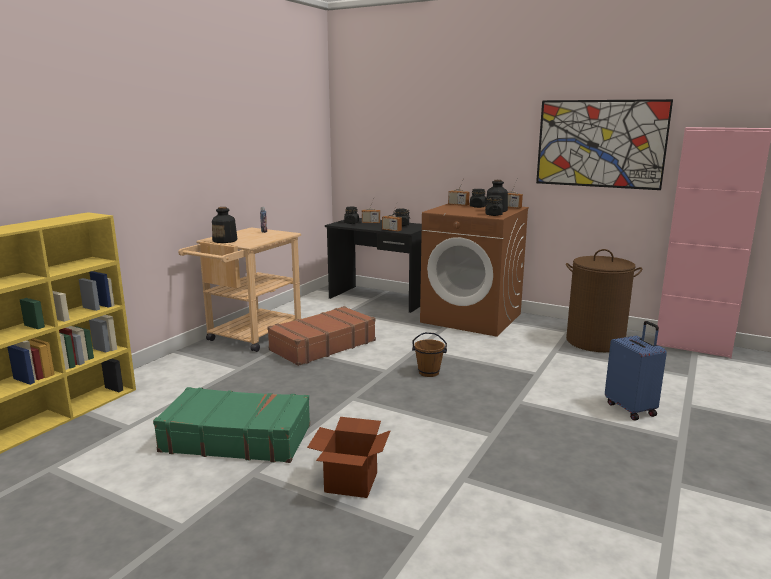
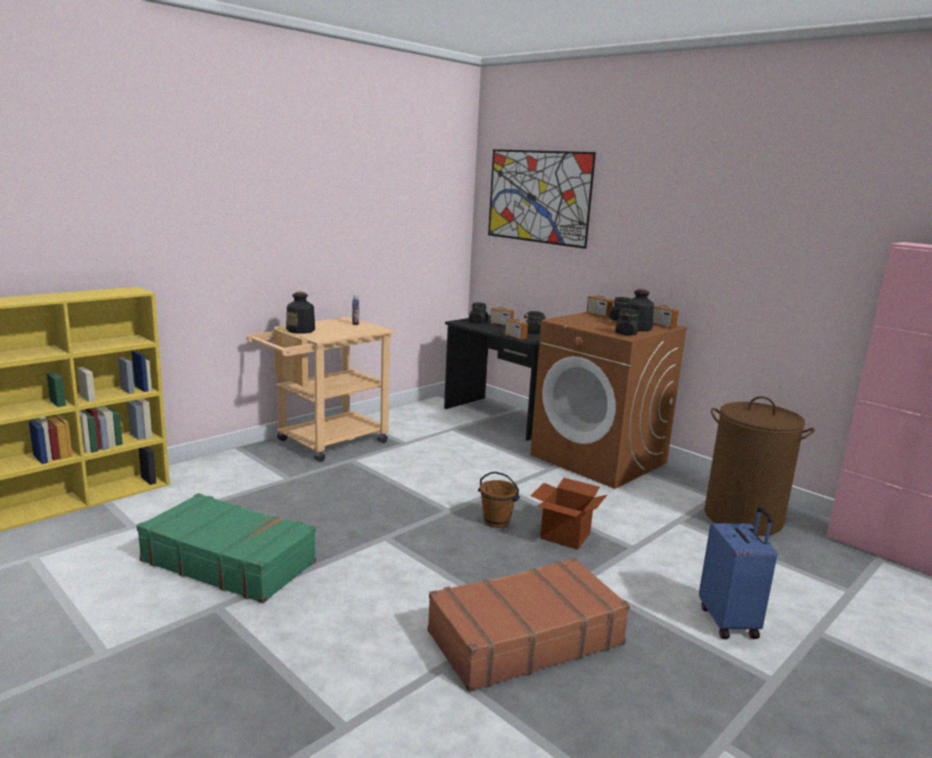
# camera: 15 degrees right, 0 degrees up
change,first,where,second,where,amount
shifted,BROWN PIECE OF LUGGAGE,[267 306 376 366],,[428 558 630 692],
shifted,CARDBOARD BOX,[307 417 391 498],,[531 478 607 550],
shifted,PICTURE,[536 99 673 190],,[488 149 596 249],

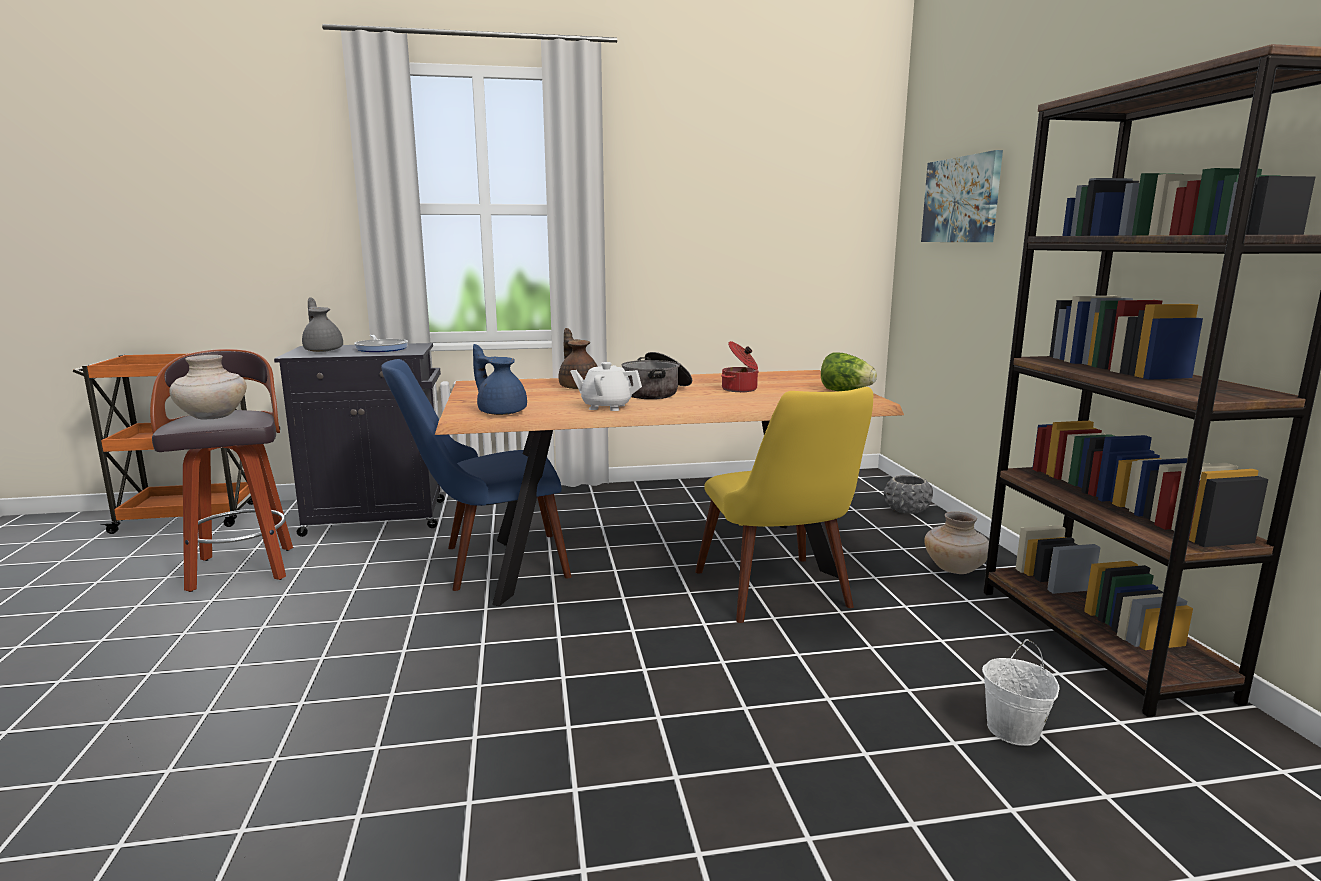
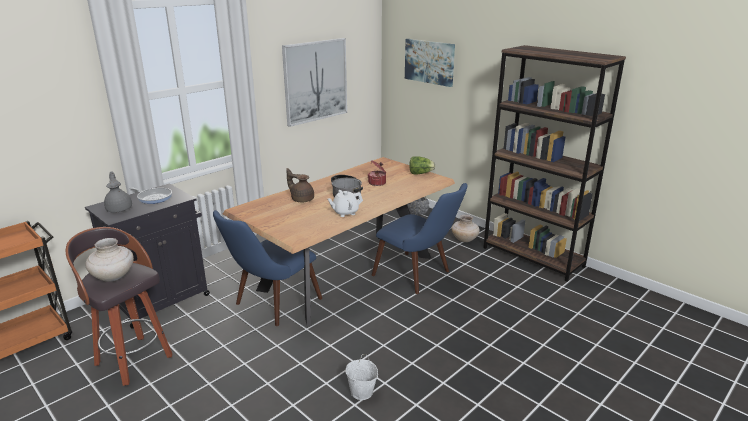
# camera: 35 degrees left, 10 degrees up
change,first,where,second,where,amount
gone,BLUISH POT FOR TEA,[473 344 527 415],,,
new,,,PICTURE,[282 38 347 127],
shifted,WHITE BUCKET,[982 639 1060 746],,[345 354 378 400],
repainted,YELLOW CHAIR,[695 387 873 623],BLUISH CHAIR,[372 183 468 294],
rotated,GREYISH POT FOR TEA,[302 297 343 352],,[104 172 132 213],45 degrees clockwise

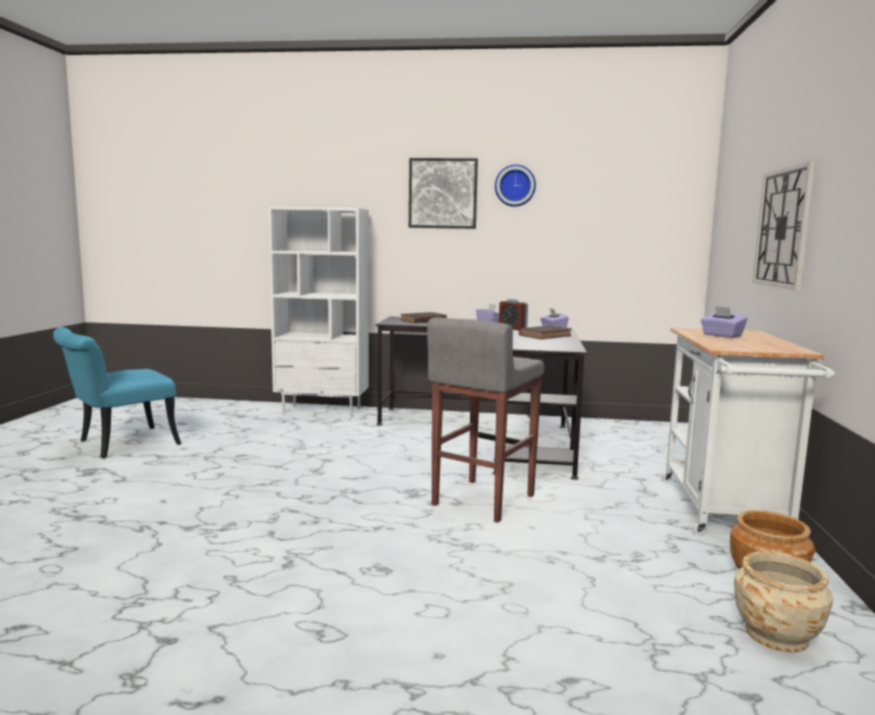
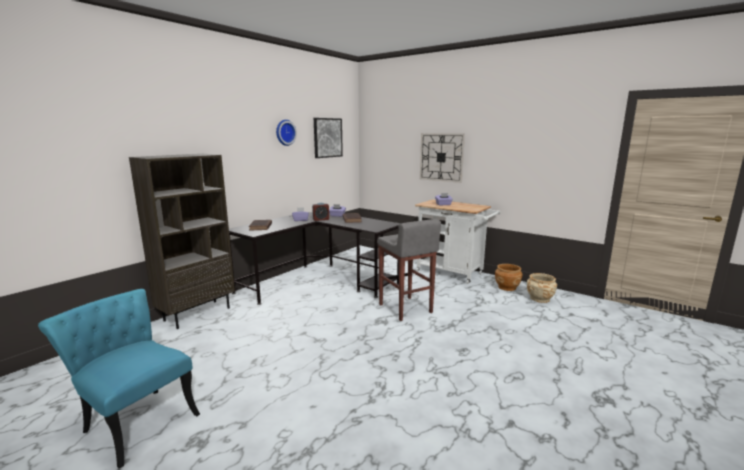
# camera: 60 degrees left, 5 degrees up
change,first,where,second,where,amount
shifted,PICTURE,[409 158 478 229],,[314 118 343 158],
repainted,WHITE SHELVING UNIT,[268 207 369 417],BROWN SHELVING UNIT,[129 154 235 329],
rotated,TURQUOISE-COLOURED CHAIR,[53 327 181 458],,[38 289 200 469],135 degrees clockwise

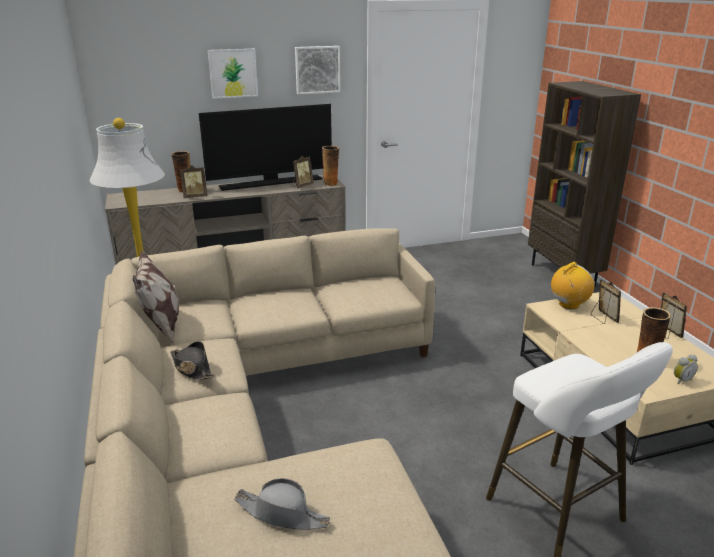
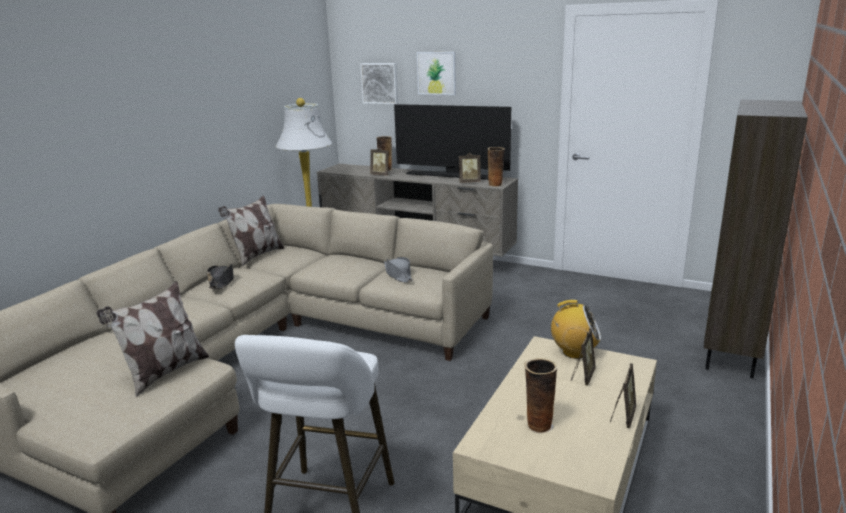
# camera: 45 degrees right, 5 degrees down
change,first,where,second,where,amount
gone,TABLE CLOCK,[674 355 698 385],,,
new,,,CUSHION,[97 281 209 397],
shifted,GREYISH WEARABLE HAT,[234 478 330 530],,[384 257 413 282],
shifted,PICTURE,[295 46 340 94],,[360 63 398 104],

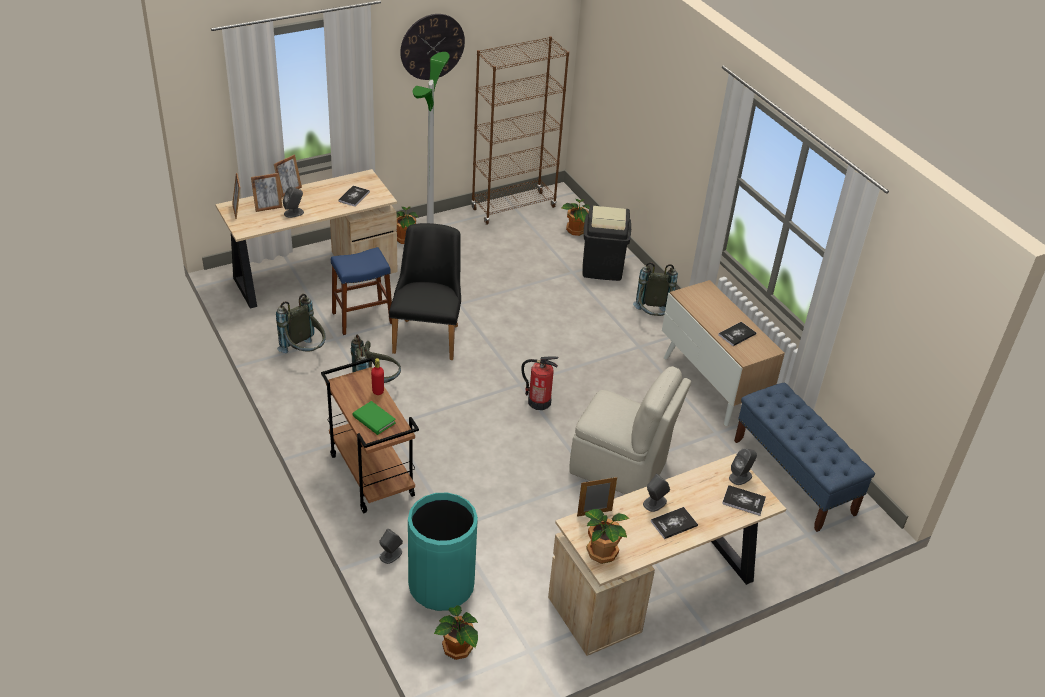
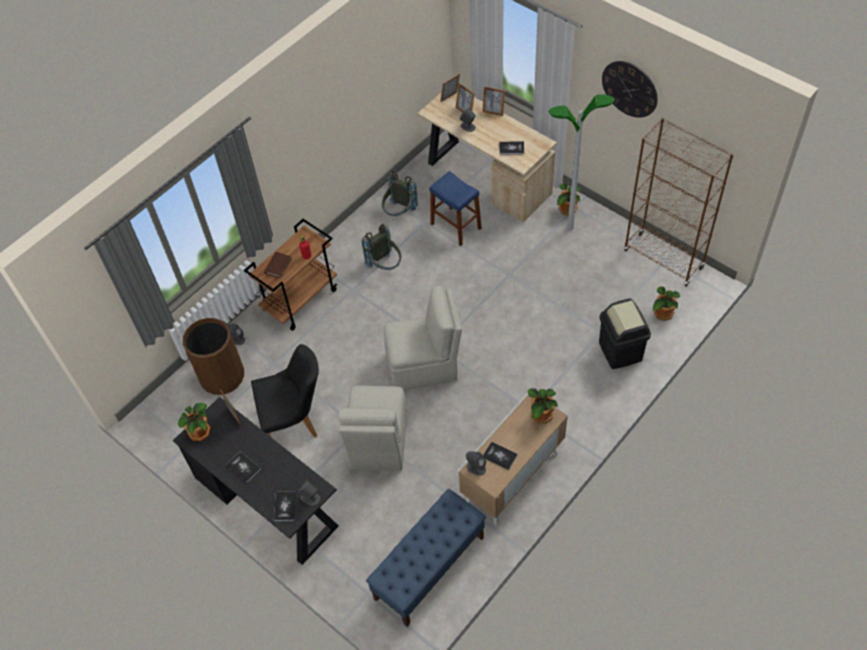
# camera: 75 degrees right, 15 degrees up
change,first,where,second,where,amount
gone,GREYISH RUCKSACK,[633 262 678 316],,,
shifted,BLACK-COLOURED CHAIR,[389 223 461 360],,[251 344 319 438],
shifted,HOUSEPLANT,[434 605 478 660],,[528 388 558 424],
shifted,GREYISH LOUDSPEAKER,[643 474 670 512],,[466 451 486 476],
swapped,FIRE-FIGHTING CYLINDER,[521 357 558 410],SAND-COLOURED CHAIR,[384 286 462 391],
repainted,GREEN BOUND BOOK,[353 401 396 435],BROWN BOUND BOOK,[264 252 292 278],
repainted,TURQUOISE-COLOURED WASTE BIN,[408 493 478 611],BROWN WASTE BIN,[183 318 244 395],
repainted,SAND-COLOURED DESK,[548 453 786 656],BLACK-COLOURED DESK,[173 397 339 565],

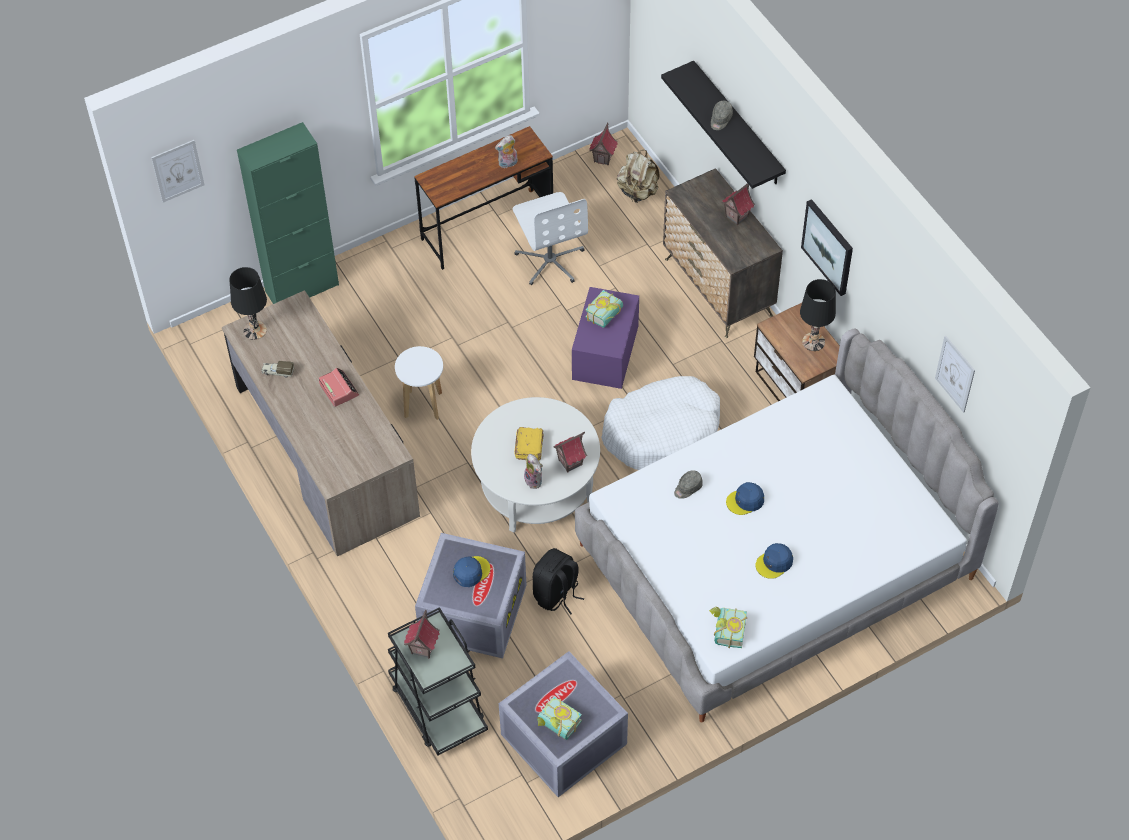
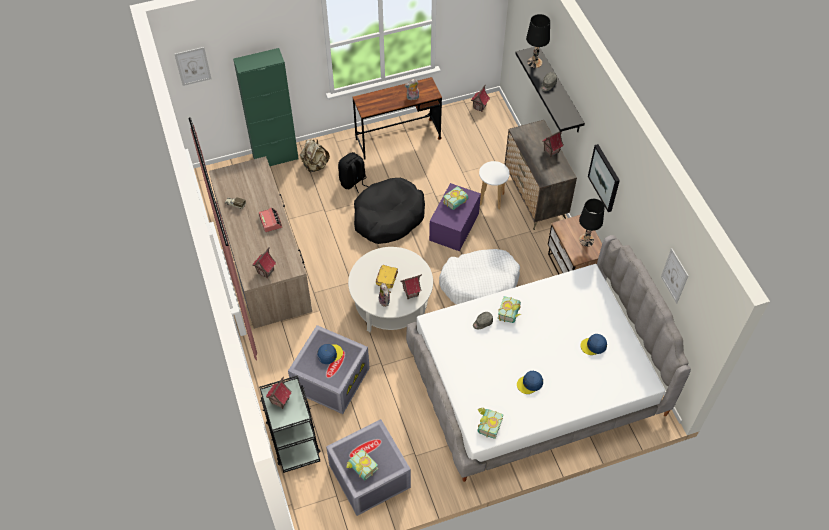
# camera: 10 degrees right, 0 degrees up
change,first,where,second,where,amount
gone,WHITE DESK CHAIR,[512 192 588 285],,,
new,,,TOY HOUSE,[252 247 276 278],
new,,,BLACK-COLOURED PET BED,[354 178 425 244],
new,,,BOUND BOOK,[497 296 521 323],
shifted,BLACK-COLOURED TABLETOP LAMP,[229 267 267 340],,[526 14 550 68],
shifted,WHITE SITTING STOOL,[395 346 443 420],,[479 161 510 209],
shifted,BLACK-COLOURED RUCKSACK,[533 548 584 615],,[338 152 368 193],
shifted,SAND-COLOURED RUCKSACK,[617 150 660 203],,[300 139 330 172],
shifted,BLUISH CAP,[726 482 764 515],,[580 334 607 355],

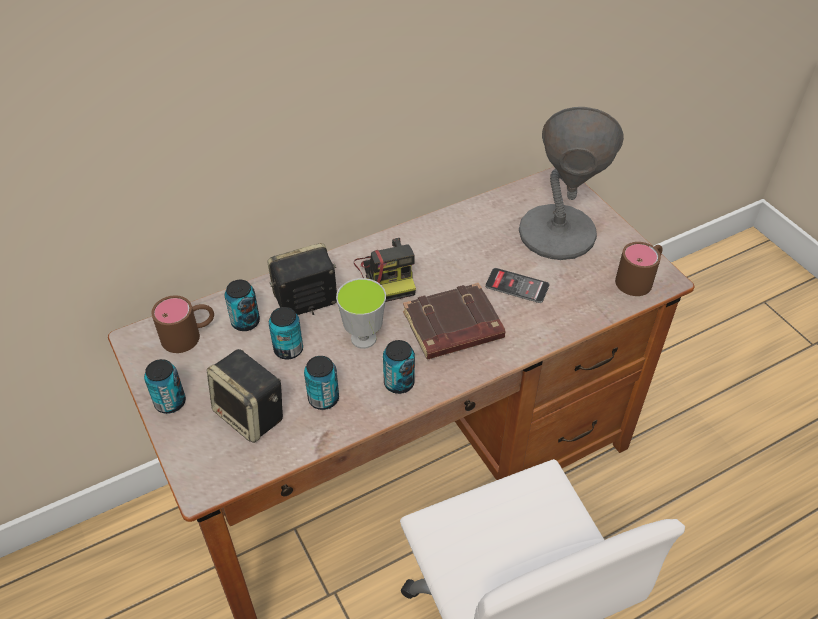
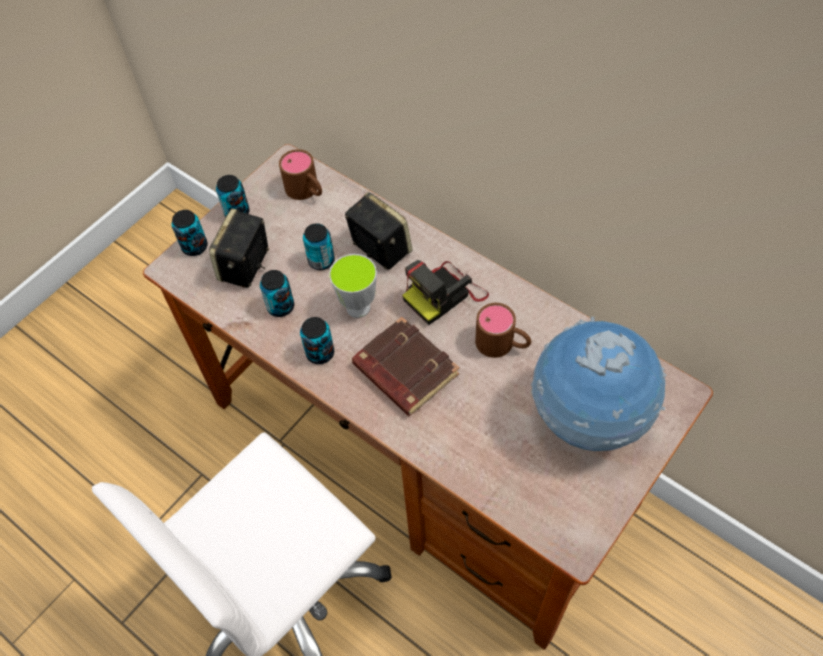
# camera: 70 degrees right, 10 degrees up
change,first,where,second,where,amount
gone,PHONE,[485 268 549 303],,,
shifted,CAN,[225 280 260 331],,[172 210 208 256],
shifted,BROWN TEA MUG,[615 242 663 296],,[475 303 531 358],
swapped,GREYISH TABLETOP LAMP,[519 107 624 260],GLOBE,[531 317 667 451],

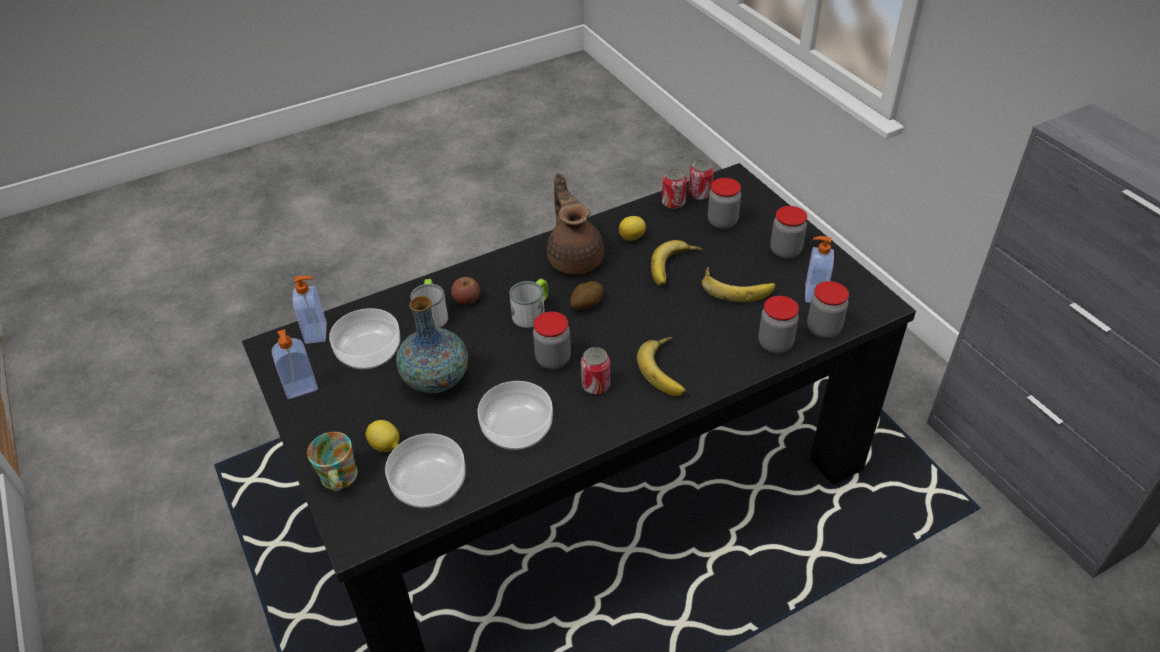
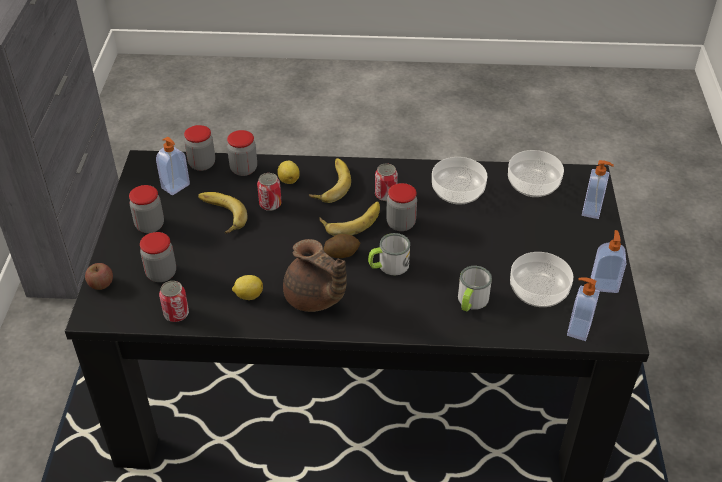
# camera: 150 degrees left, 0 degrees up
change,first,where,second,where,amount
gone,DECORATIVE VASE,[396 296 468 394],,,
shifted,CITRUS FRUIT,[366 420 400 452],,[277 161 300 184],
shifted,APPLE FRUIT,[451 277 480 305],,[85 263 113 290],
shifted,WHOLE BANANA,[651 240 702 286],,[319 201 380 236],
shifted,CAN,[689 160 714 200],,[257 173 282 211],
swapped,TEA MUG,[307 432 358 491],SOAP BOTTLE,[582 160 614 219],
rotated,BROWN POT FOR TEA,[547 173 604 274],,[283 239 347 312],60 degrees counterclockwise

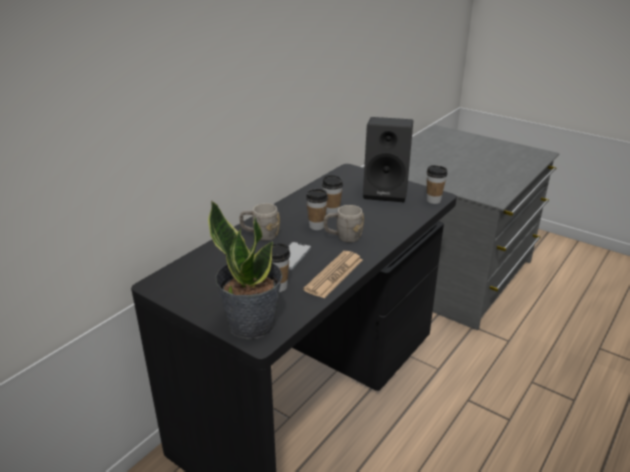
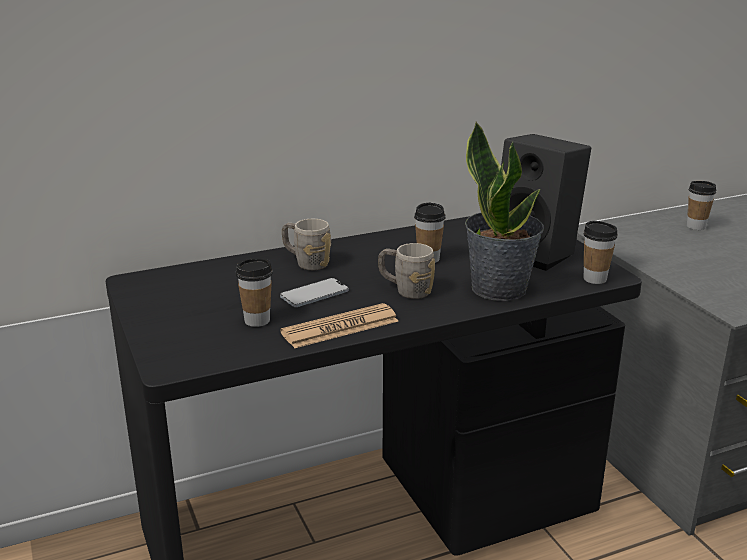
# camera: 30 degrees right, 5 degrees down
change,first,where,second,where,amount
shifted,HOUSEPLANT,[208 201 283 339],,[465 121 544 301],
shifted,SMALL CUP,[306 189 328 230],,[687 181 716 230],

